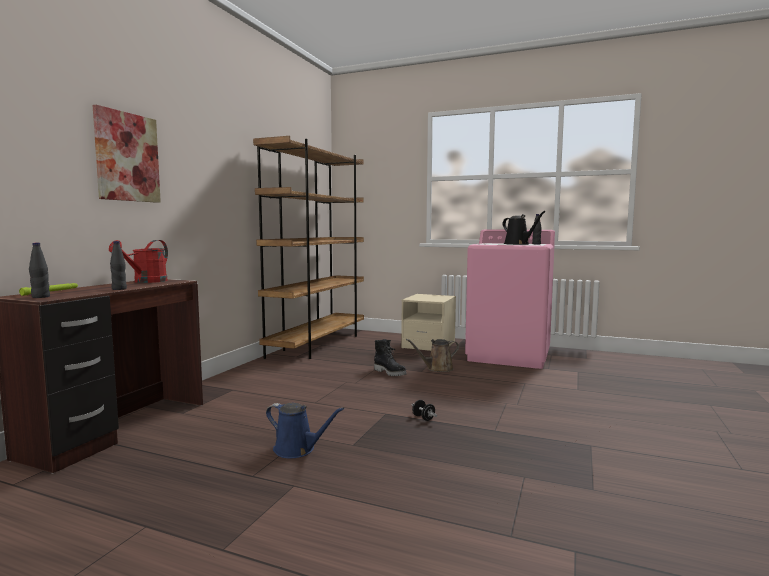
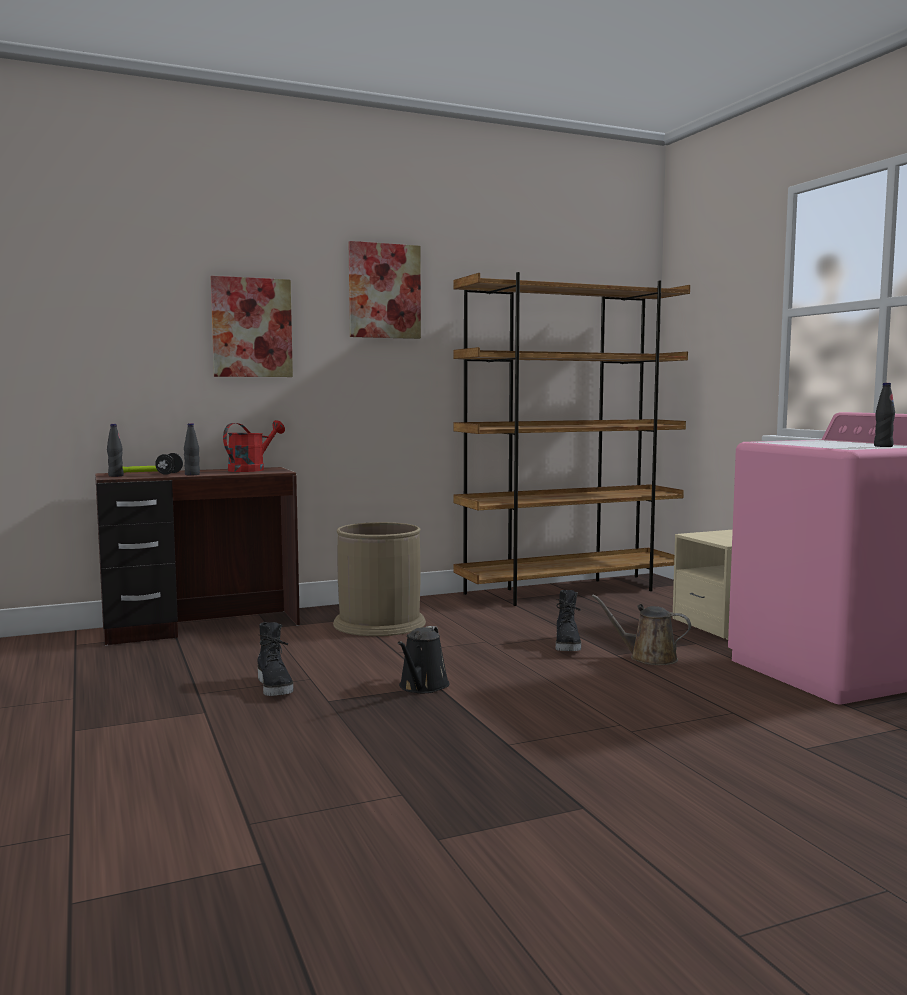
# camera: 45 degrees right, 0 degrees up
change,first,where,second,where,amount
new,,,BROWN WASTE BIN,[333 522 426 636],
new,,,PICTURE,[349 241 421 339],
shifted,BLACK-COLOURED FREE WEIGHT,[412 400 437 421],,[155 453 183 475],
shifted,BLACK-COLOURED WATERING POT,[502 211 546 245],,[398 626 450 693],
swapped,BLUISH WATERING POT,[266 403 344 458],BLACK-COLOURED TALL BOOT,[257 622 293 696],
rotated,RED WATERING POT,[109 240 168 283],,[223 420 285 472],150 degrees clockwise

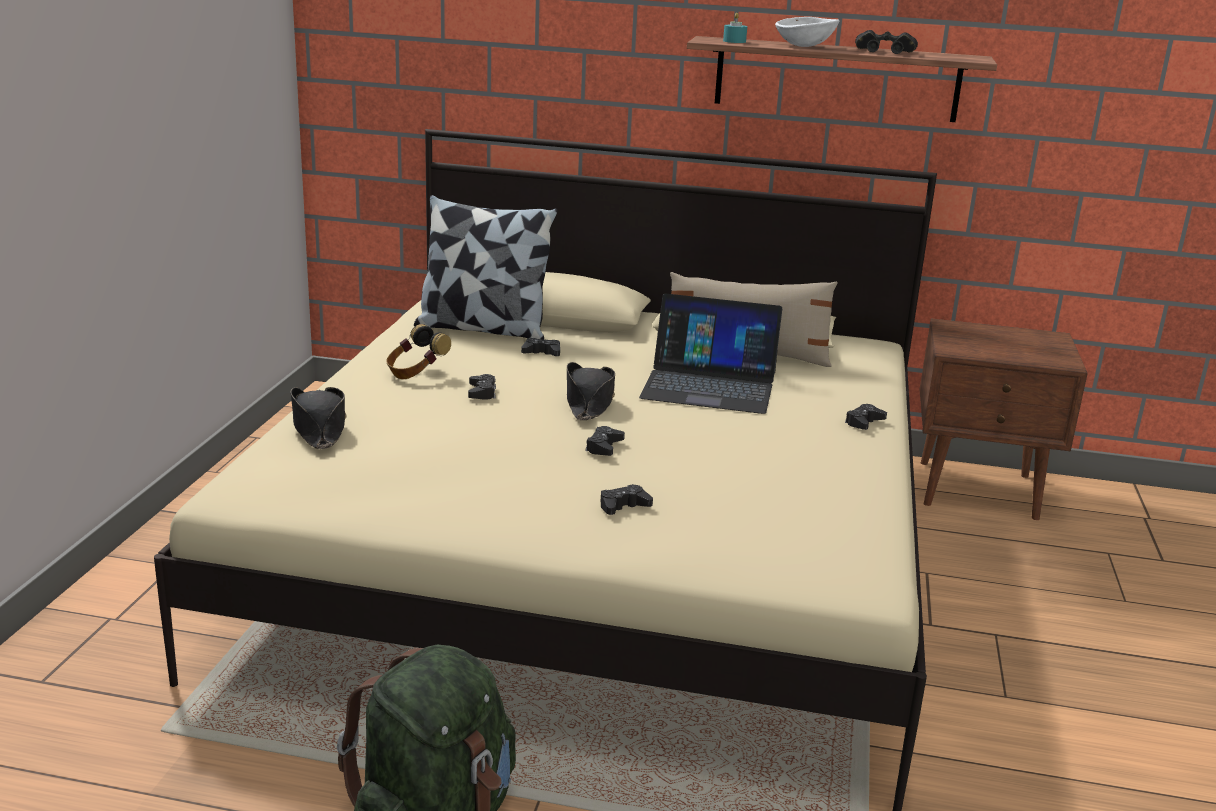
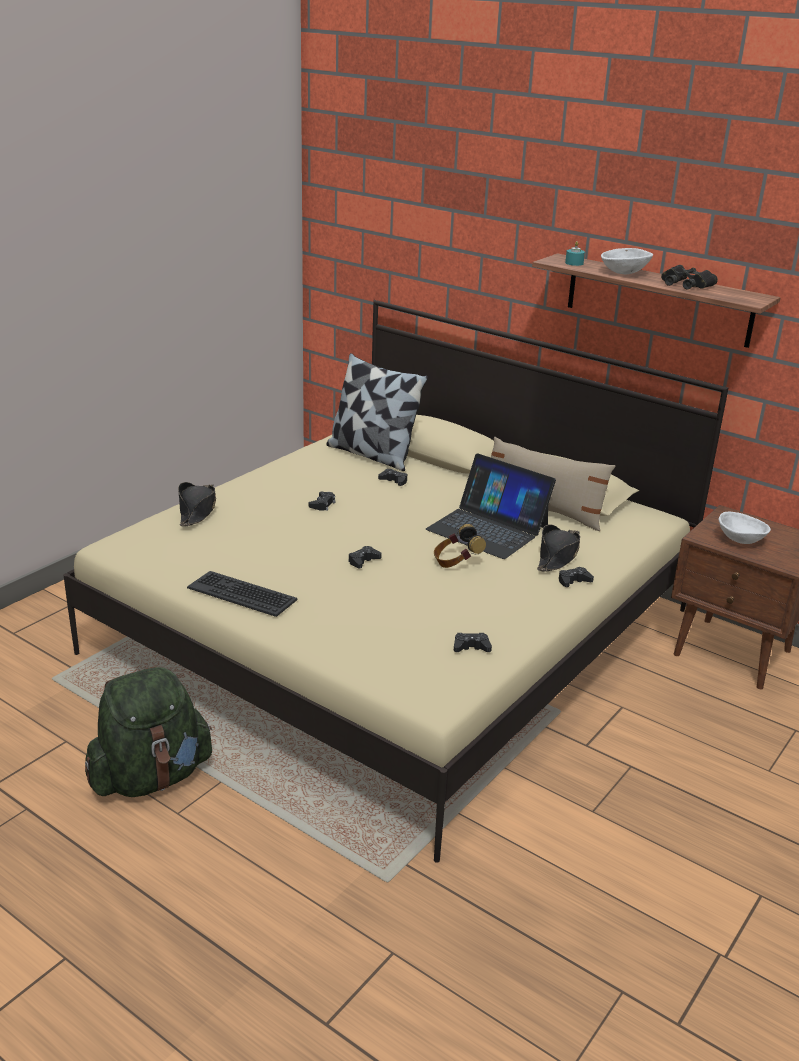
# camera: 25 degrees right, 5 degrees up
change,first,where,second,where,amount
new,,,KEYBOARD,[187 571 297 617],
new,,,WHITE DEEP DISH,[719 512 771 544],
shifted,HEADSET,[387 324 451 379],,[434 524 486 568],
shifted,BLACK-COLOURED WEARABLE HAT,[567 362 615 420],,[537 525 580 572],
shifted,BLACK-COLOURED JOYPAD,[600 484 653 515],,[454 633 492 652],

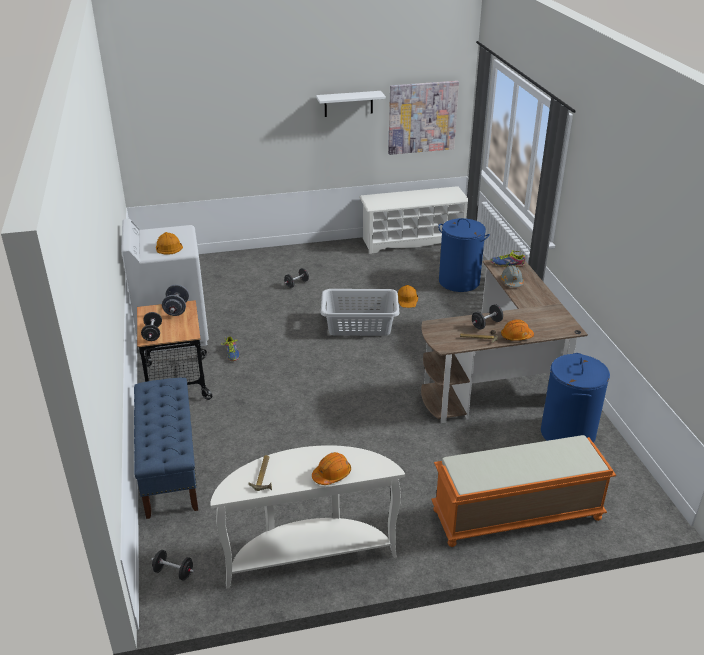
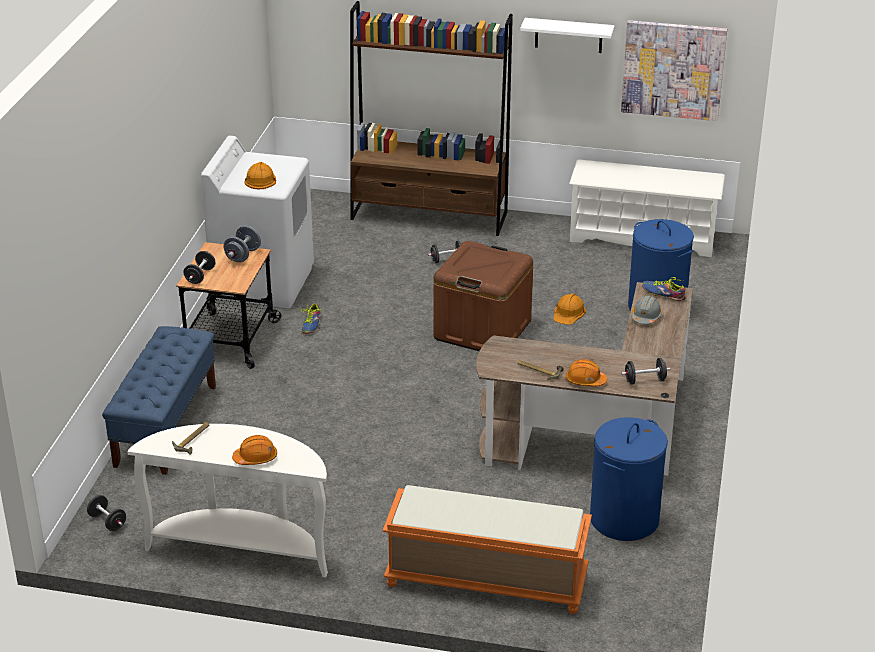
# camera: 25 degrees right, 0 degrees up
change,first,where,second,where,amount
new,,,BROWN SHELVING UNIT,[350 1 513 236],
shifted,BLACK-COLOURED FREE WEIGHT,[472 304 503 330],,[621 358 670 385],
swapped,GREYISH LAUNDRY BASKET,[321 289 399 336],BROWN STORAGE BIN,[433 241 533 351],

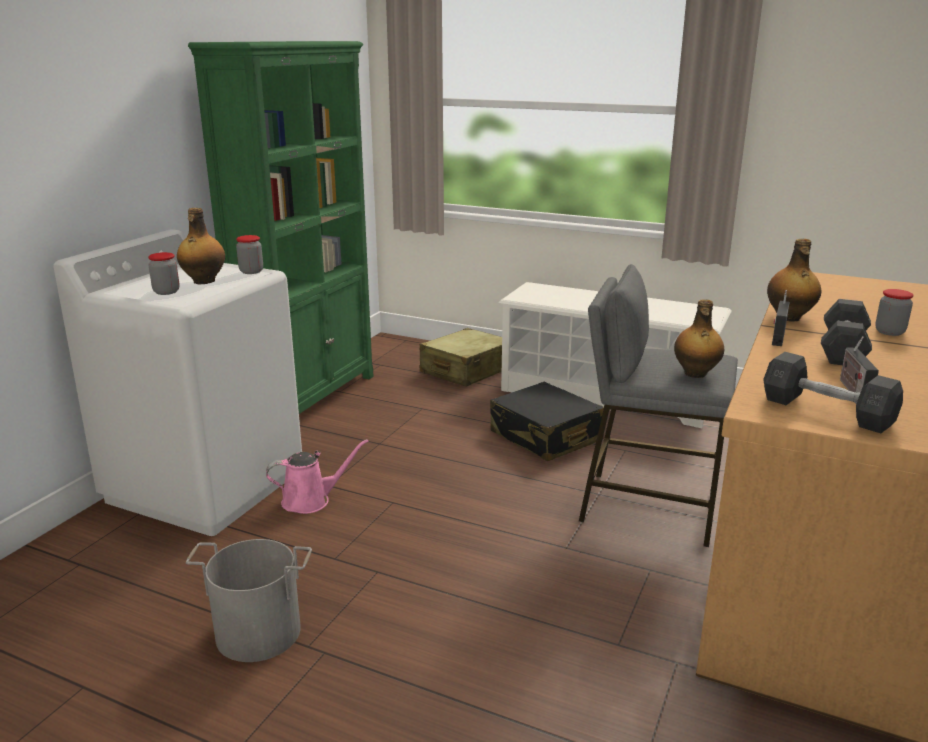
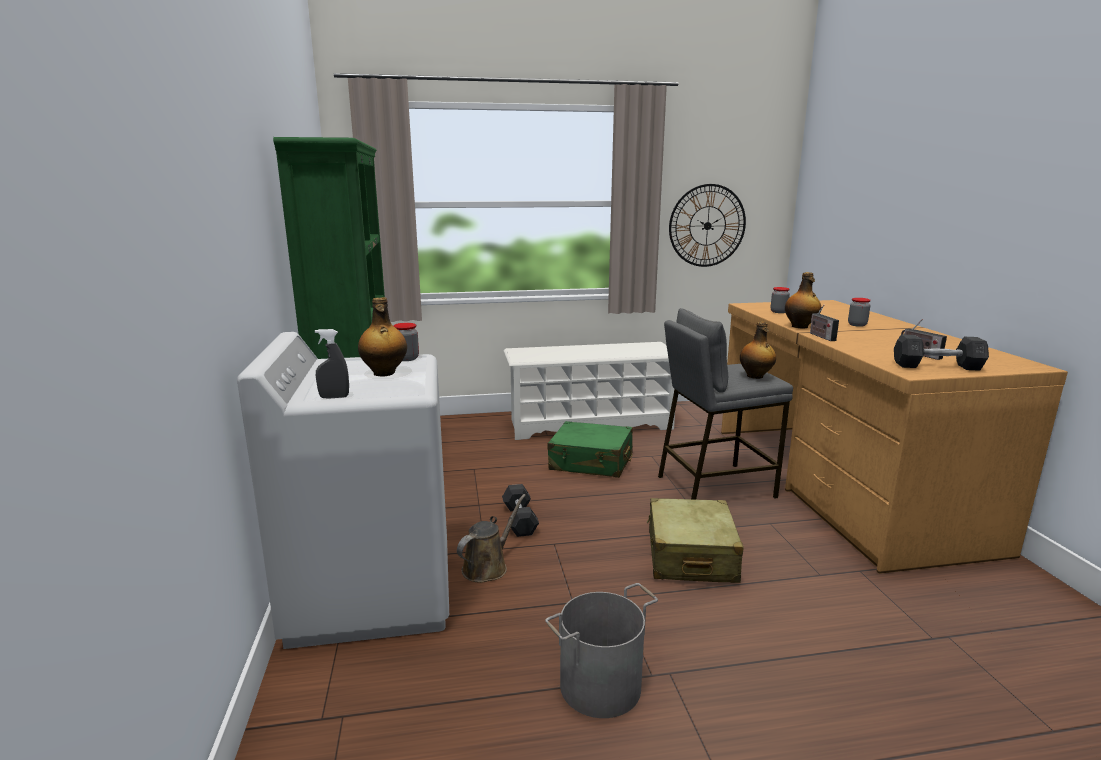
# camera: 35 degrees left, 5 degrees down
change,first,where,second,where,amount
new,,,GREYISH HAND SPRAYER,[315 329 349 398],
new,,,CLOCK ON THE WALL,[669 184 746 267],
shifted,PRESERVE JAR,[148 252 180 295],,[771 287 790 313],
shifted,SAND-COLOURED PIECE OF LUGGAGE,[420 328 502 387],,[647 498 744 583],
shifted,GREYISH FREE WEIGHT,[821 299 872 365],,[502 484 539 537],
repainted,PINKISH WATERING POT,[266 439 368 514],BROWN WATERING POT,[457 494 526 583],
repainted,BLACK-COLOURED PIECE OF LUGGAGE,[490 382 604 461],GREEN PIECE OF LUGGAGE,[547 421 633 478],

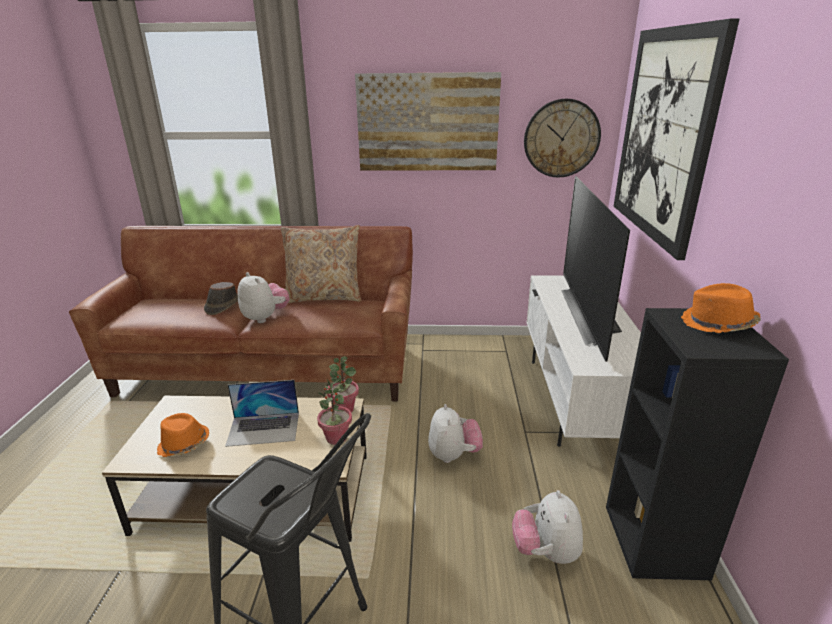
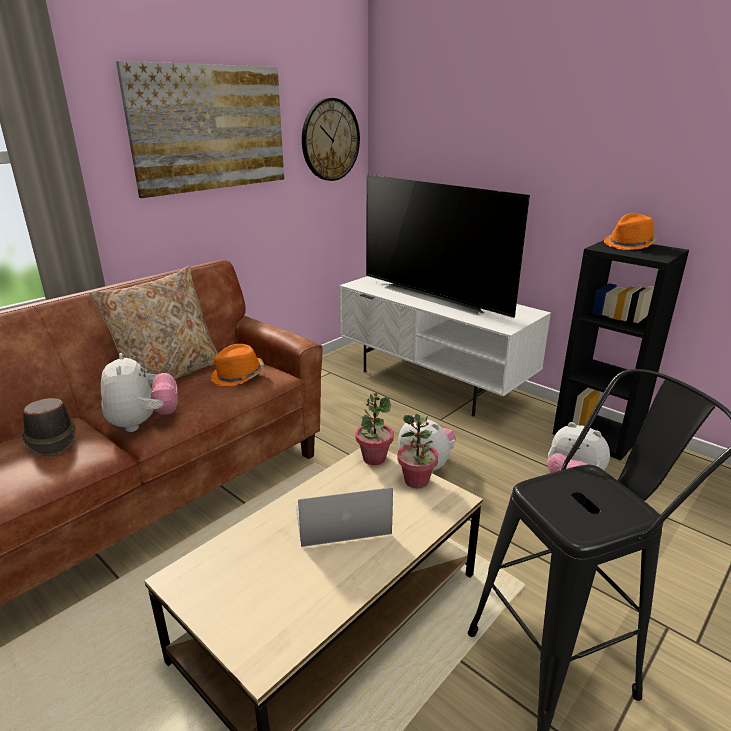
# camera: 50 degrees left, 0 degrees up
change,first,where,second,where,amount
gone,PICTURE,[613 18 739 260],,,
shifted,ORANGE WEARABLE HAT,[157 413 209 457],,[211 344 264 386],
rotated,LAPTOP,[225 380 299 447],,[296 487 393 547],135 degrees counterclockwise
rotated,SOFT TOY,[237 272 290 323],,[101 353 178 432],75 degrees clockwise

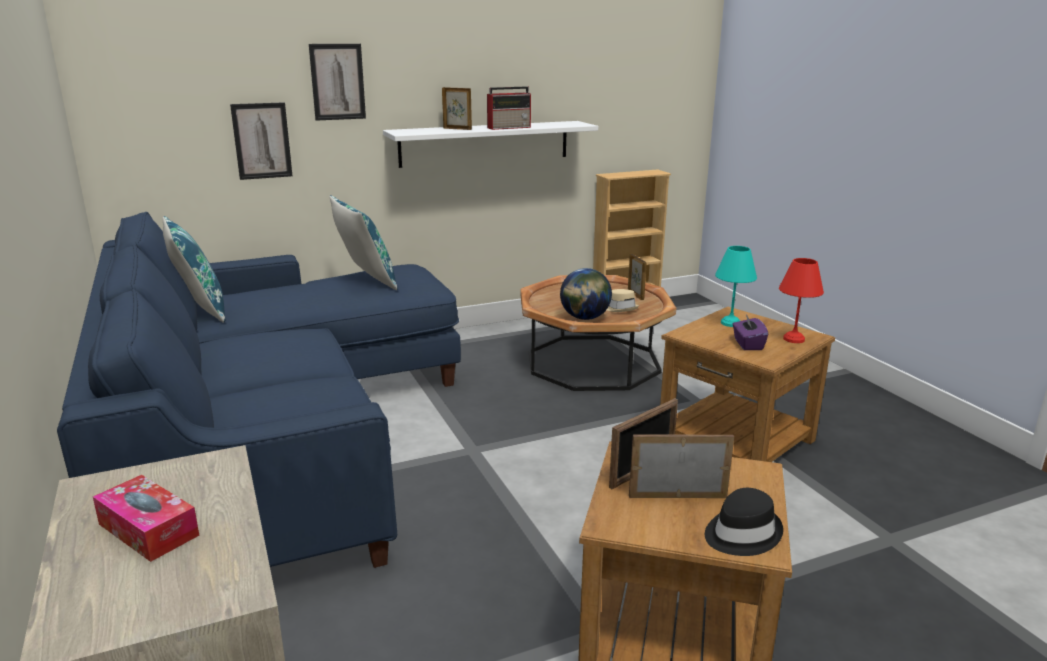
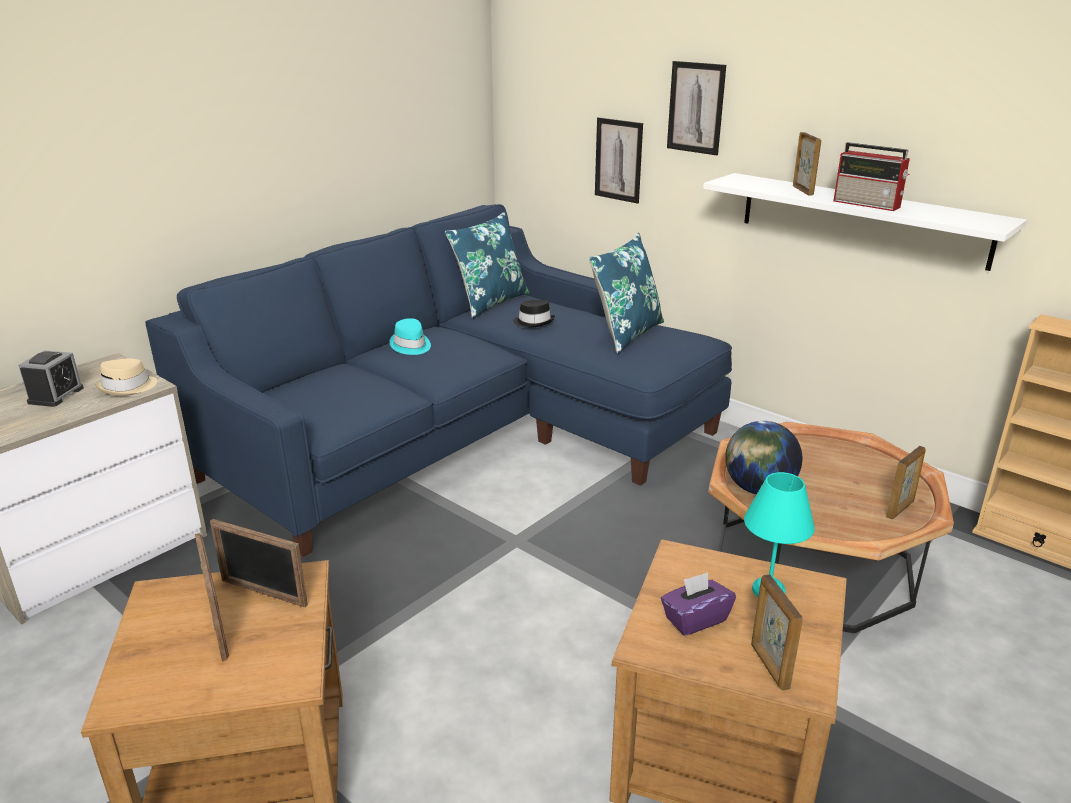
# camera: 65 degrees right, 5 degrees up
change,first,where,second,where,amount
new,,,TURQUOISE-COLOURED WEARABLE HAT,[389 318 431 355],
shifted,SAND-COLOURED WEARABLE HAT,[607 289 639 312],,[95 358 157 396],
shifted,BLACK-COLOURED WEARABLE HAT,[705 488 783 556],,[513 300 555 327],
swapped,TISSUE HOLDER,[93 475 199 562],TABLE CLOCK,[18 350 84 407],
swapped,RED TABLETOP LAMP,[779 258 824 343],PHOTO FRAME,[751 574 803 691],

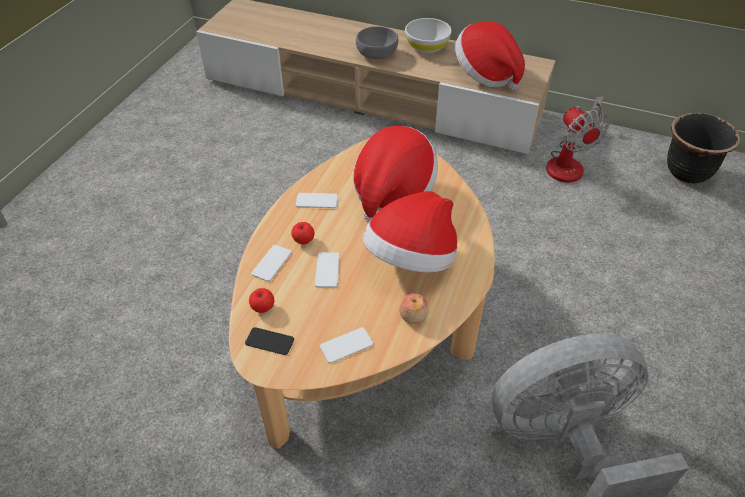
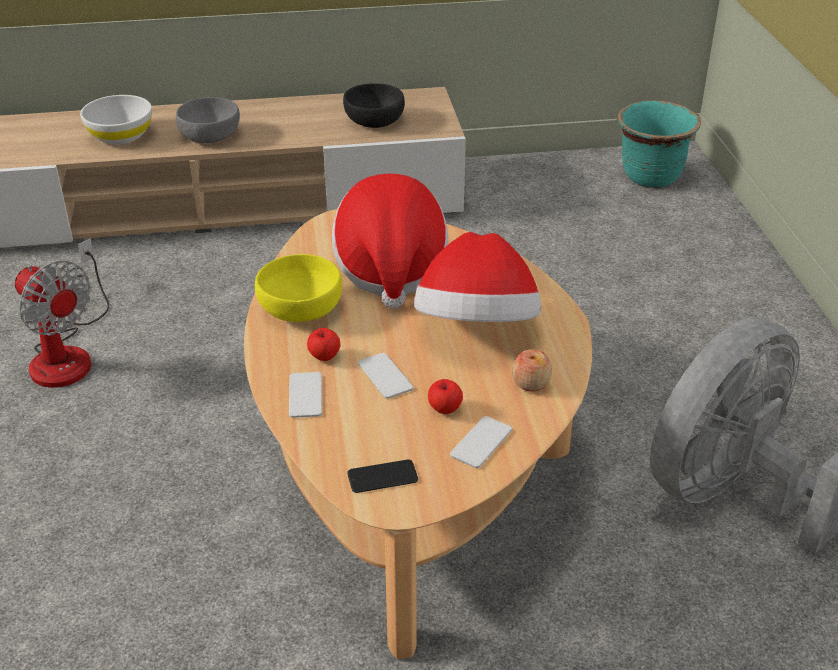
# camera: 30 degrees left, 10 degrees down
change,first,where,second,where,amount
shifted,APPLE FRUIT,[249 288 274 313],,[428 379 463 414],
shifted,WHITE DEEP DISH,[405 18 451 53],,[80 95 152 145],
shifted,FAN,[546 96 609 183],,[15 238 109 388],
swapped,PHONE,[296 193 338 208],YELLOW DEEP DISH,[255 254 342 322],
swapped,WEARABLE HAT,[455 21 525 90],BLACK-COLOURED DEEP DISH,[343 83 405 128],
repainted,BLACK-COLOURED PLANT POT,[667 113 741 184],TURQUOISE-COLOURED PLANT POT,[617 100 701 188],

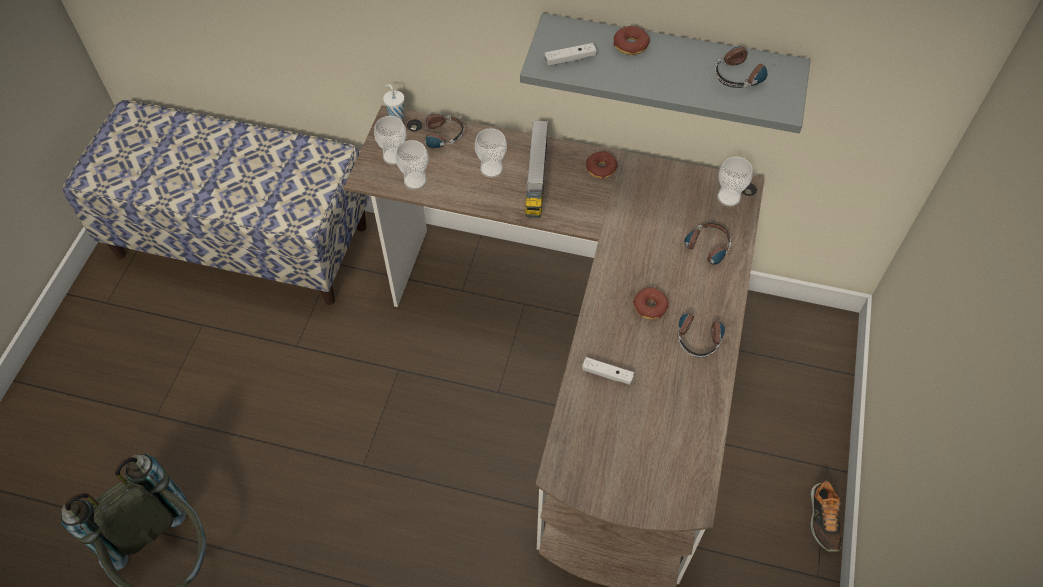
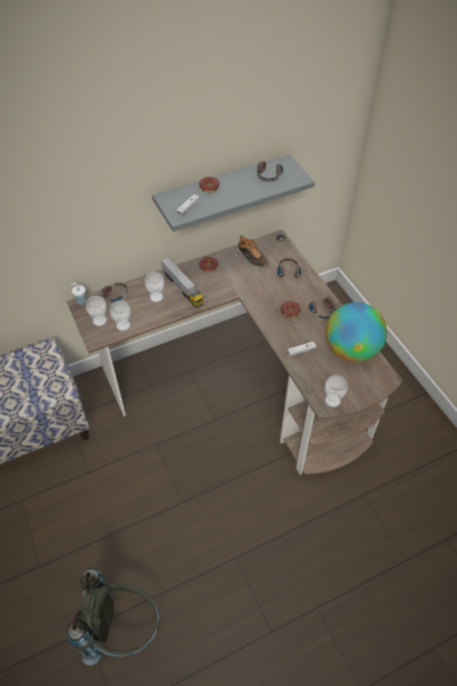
# camera: 40 degrees left, 5 degrees down
change,first,where,second,where,amount
new,,,GLOBE,[326 302 387 362],
shifted,SMALL CUP,[717 157 753 206],,[325 375 348 407],
shifted,LOW SHOE,[810 479 841 553],,[237 236 269 268],

